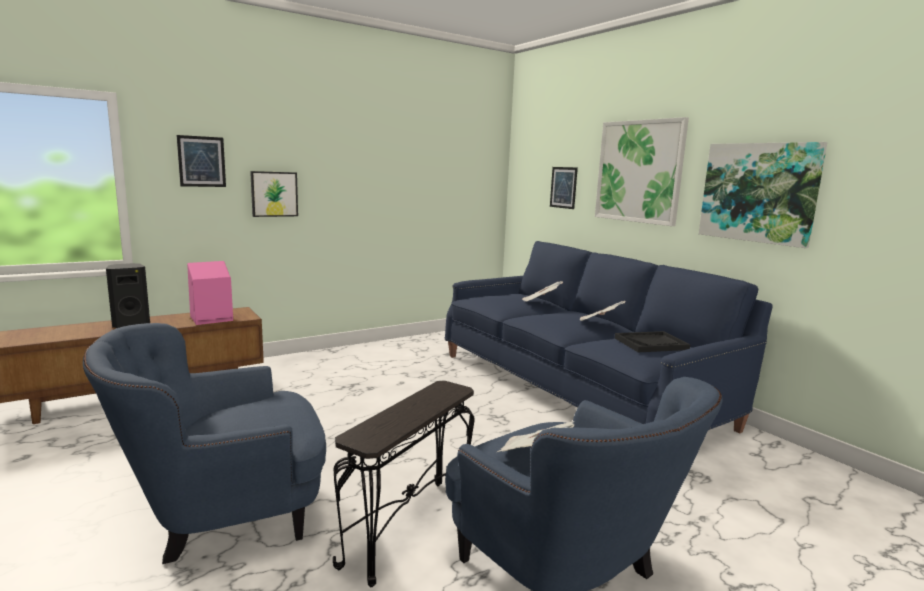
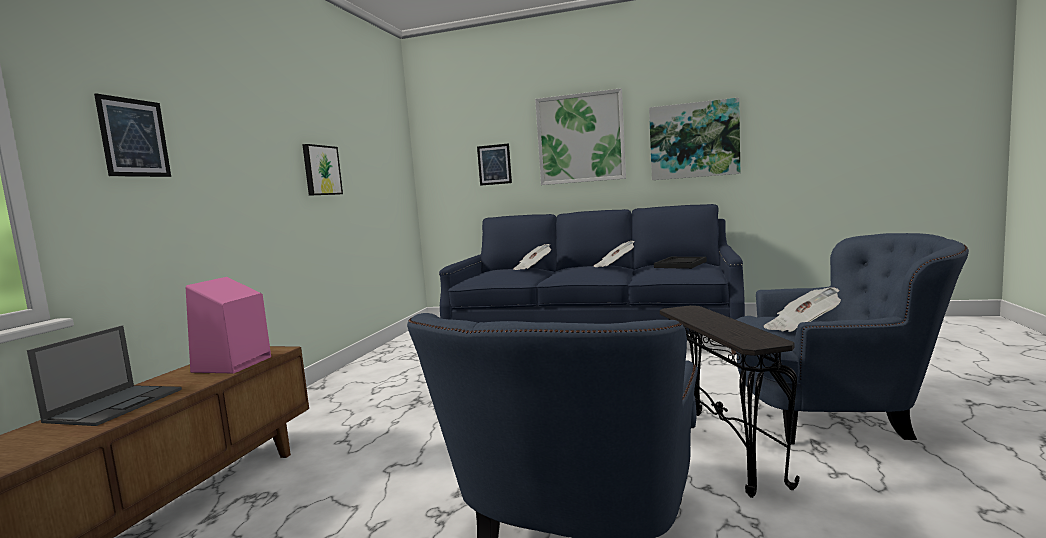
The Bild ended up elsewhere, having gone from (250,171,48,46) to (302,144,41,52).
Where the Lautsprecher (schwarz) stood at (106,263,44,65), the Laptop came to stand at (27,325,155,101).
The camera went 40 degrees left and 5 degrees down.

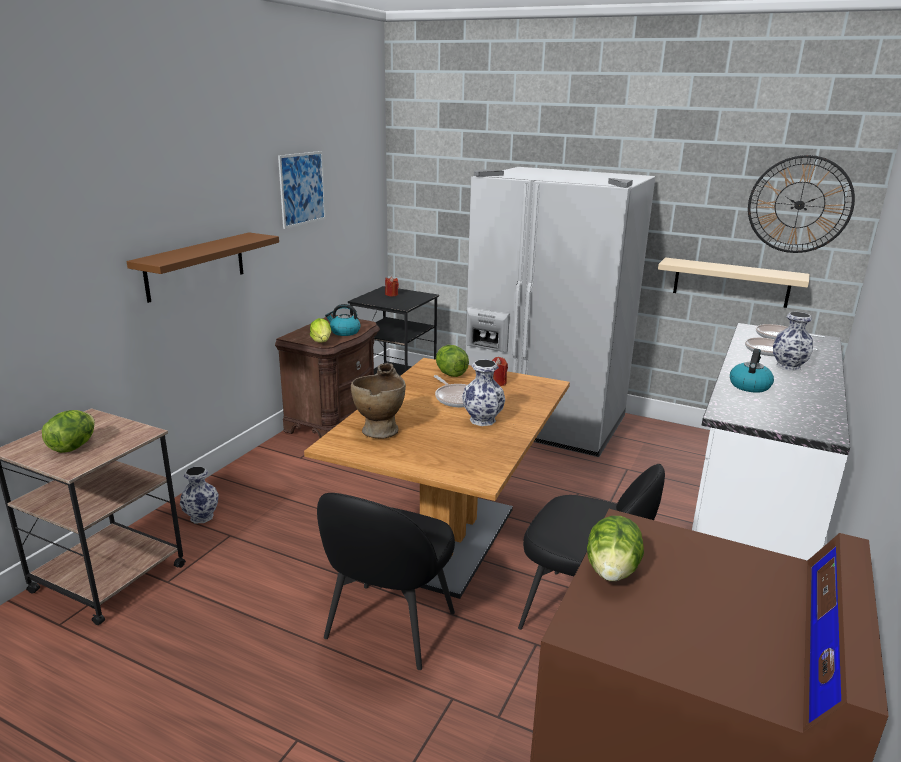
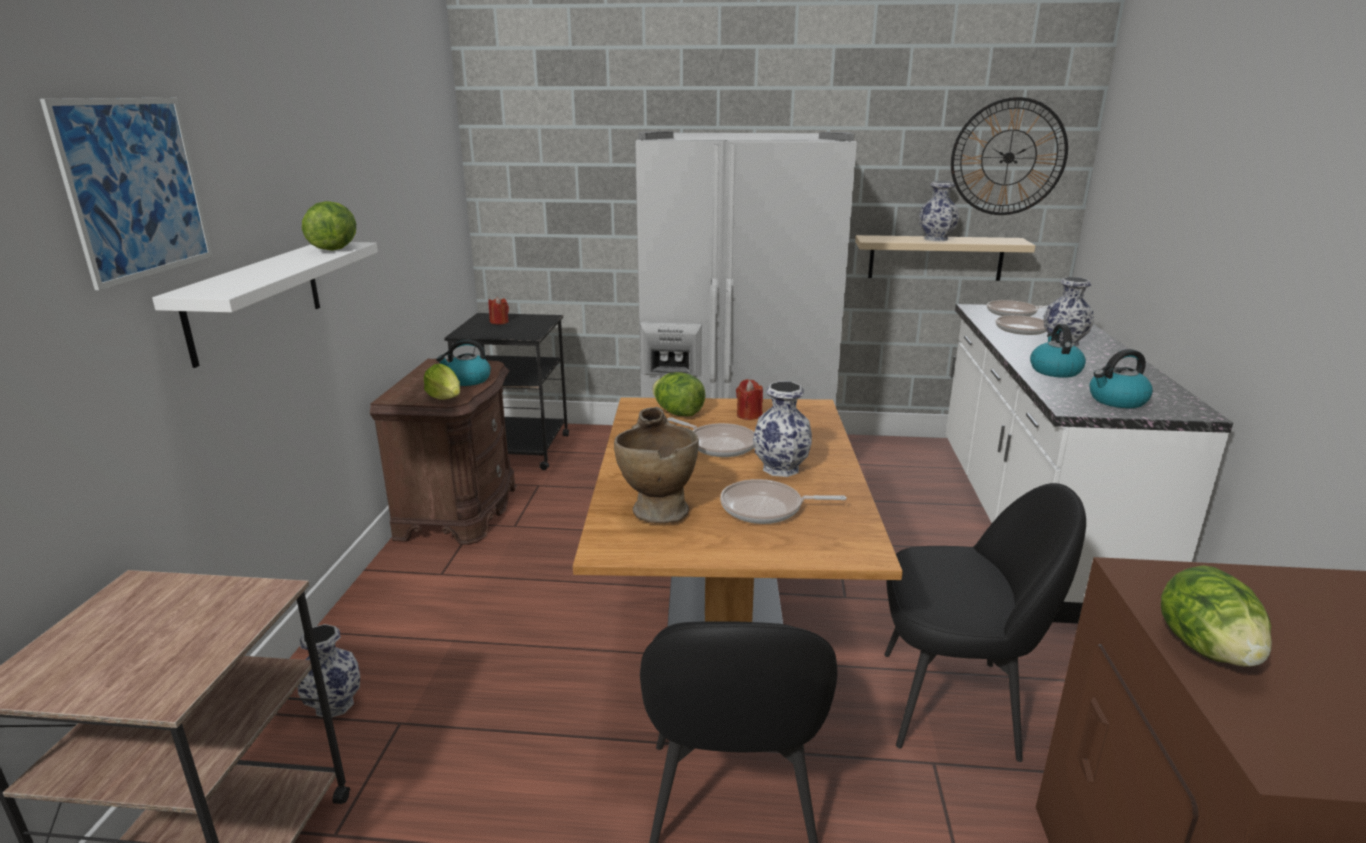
The second view gained the Pfanne at (720,479,127,45).
The second view gained the Vase at (919,181,40,60).
The second view gained the Wasserkessel at (1089,349,64,59).
The Salatkopf ended up elsewhere, having gone from (42,410,53,43) to (302,201,54,50).
The Bild ended up elsewhere, having gone from (278,151,48,78) to (40,98,173,192).
What was the Wandregal (braun) at (127,232,152,71) turned into the Wandregal (weiß) at (152,242,226,126).
The camera went 20 degrees left and 0 degrees up.

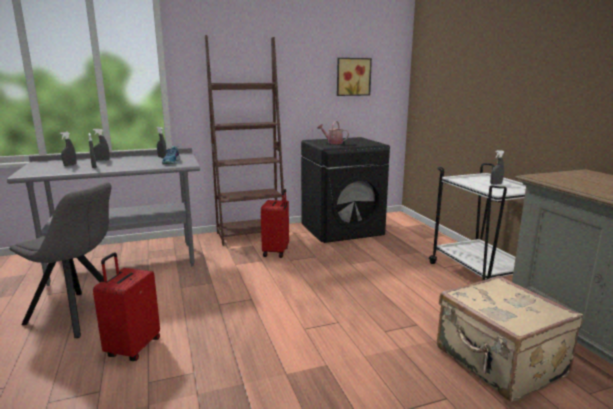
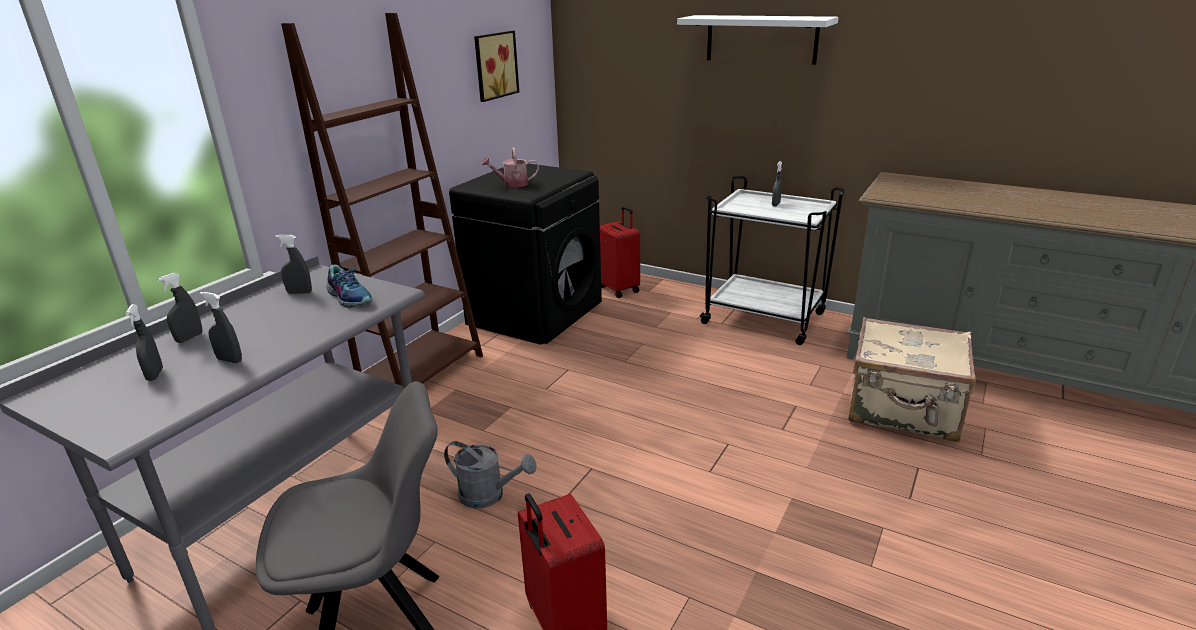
The second view gained the Gießkanne (grau) at (444,441,93,68).
The second view gained the Wandregal (weiß) at (677,15,162,50).
The Koffer (rot) ended up elsewhere, having gone from (261,189,28,69) to (600,206,40,92).
The camera went 40 degrees left and 10 degrees up.

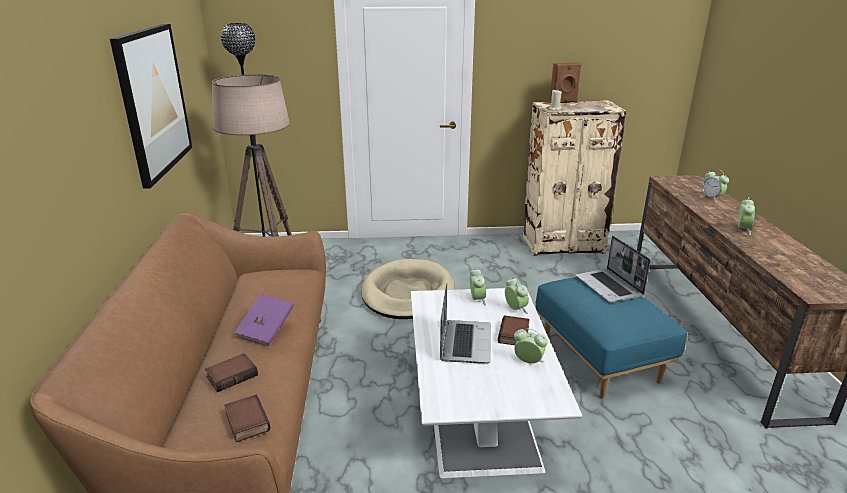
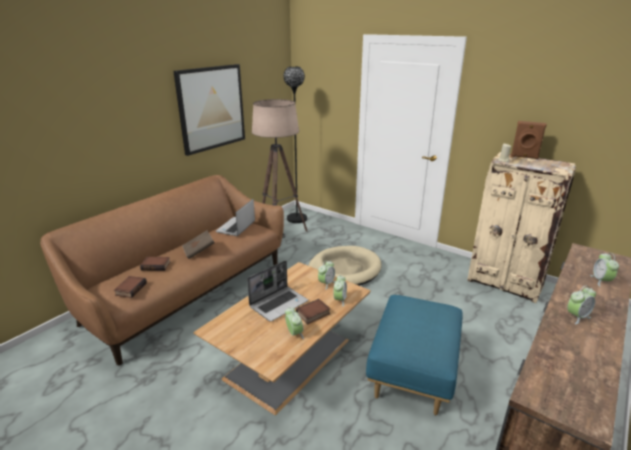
The Laptop ended up elsewhere, having gone from (576,236,74,67) to (215,199,40,37).
What was the Buch (lila) at (234,294,60,52) turned into the Buch (braun) at (182,230,33,29).
What was the Couchtisch (weiß) at (411,288,171,190) turned into the Couchtisch (braun) at (193,262,178,153).
The camera went 40 degrees right and 0 degrees up.

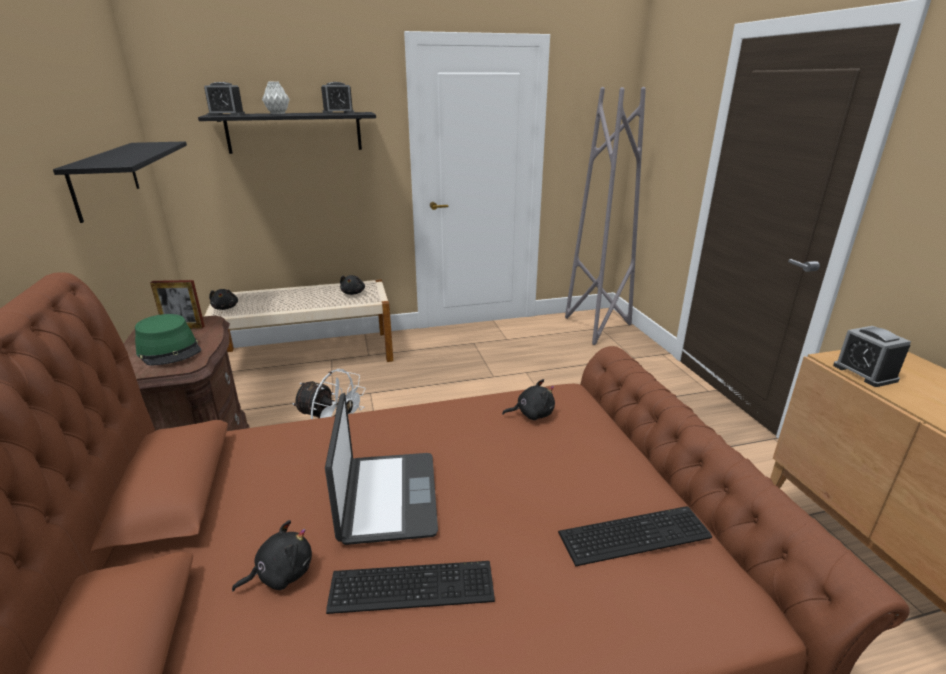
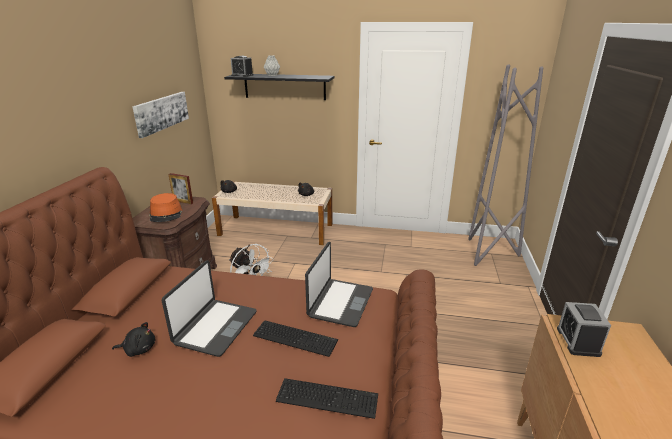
The second view lost the Wecker at (321,82,33,32).
The Tastatur ended up elsewhere, having gone from (326,561,169,53) to (253,320,85,37).
Where the Wandregal (schwarz) hung at (53,141,134,82), the Bild came to hang at (132,92,57,46).
Where the Plüschtier (schwarz) stood at (502,379,53,41), the Laptop came to stand at (305,242,68,85).
What was the Hut (grün) at (135,314,66,52) turned into the Hut (orange) at (149,193,33,29).
The camera went 25 degrees right and 0 degrees up.

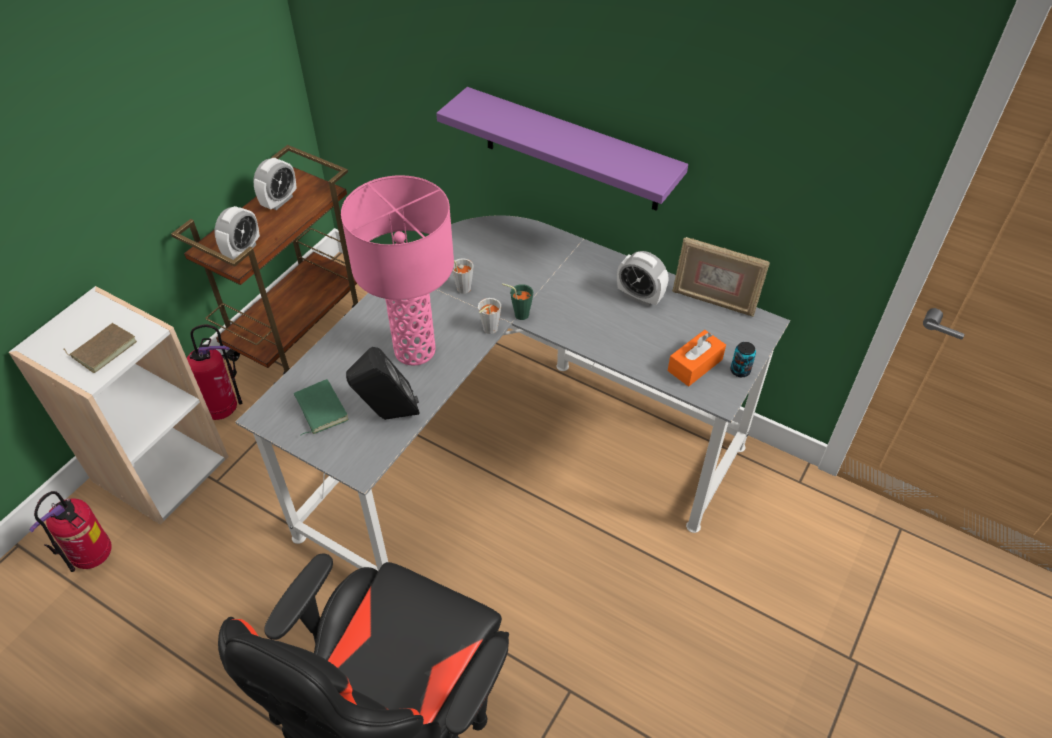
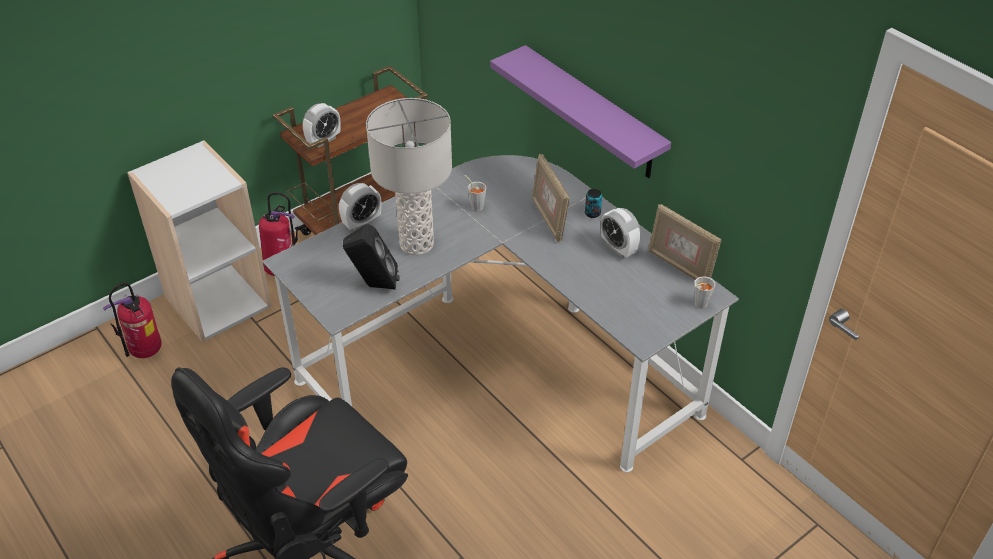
The second view lost the Buch (braun) at (64,323,73,50).
The second view lost the Buch (grün) at (294,379,55,57).
The second view lost the Tasse (grün) at (502,283,31,37).
The second view lost the Taschentuchbox (orange) at (668,330,58,56).
The second view gained the Bilderrahmen at (532,154,38,89).
The Wecker ended up elsewhere, having gone from (253,158,44,52) to (339,183,43,48).
The Tasse (grau) ended up elsewhere, having gone from (478,298,23,36) to (694,276,22,33).
The Dose ended up elsewhere, having gone from (730,342,26,35) to (585,189,17,29).
What was the Tischlampe (rosa) at (341,175,113,190) turned into the Tischlampe (weiß) at (366,98,86,157).
The camera went 20 degrees right and 5 degrees down.

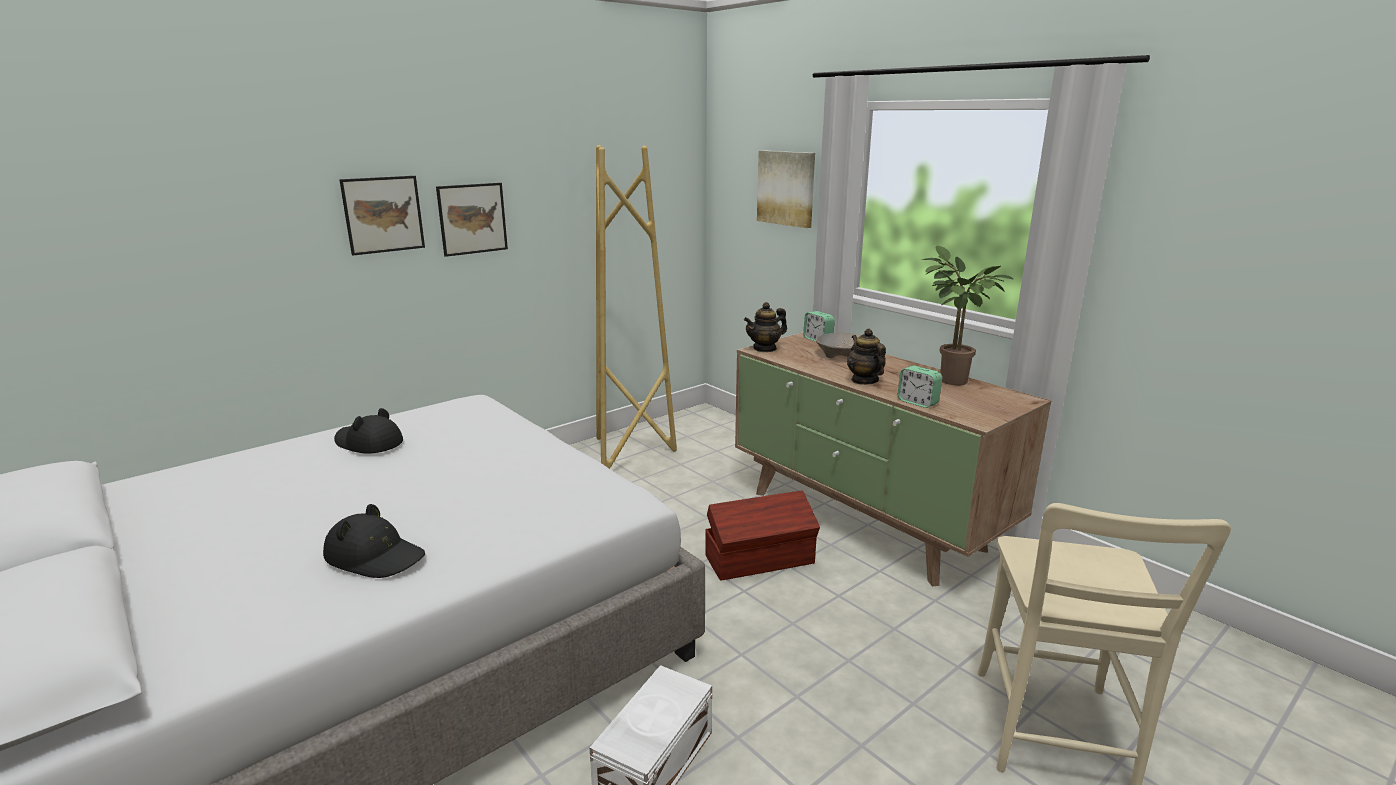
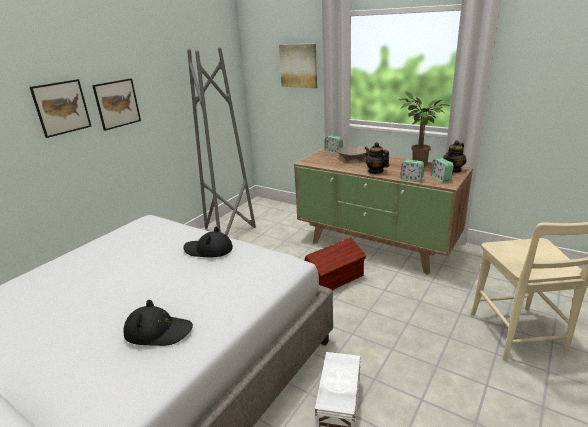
The second view gained the Wecker at (431,158,23,24).
The Hut (schwarz) ended up elsewhere, having gone from (334,408,69,45) to (183,227,50,30).
The Teekanne ended up elsewhere, having gone from (744,302,43,50) to (443,140,24,33).
What was the Kleiderständer (gelb) at (596,145,81,324) turned into the Kleiderständer (grau) at (187,47,69,189).
The camera went 15 degrees left and 5 degrees up.

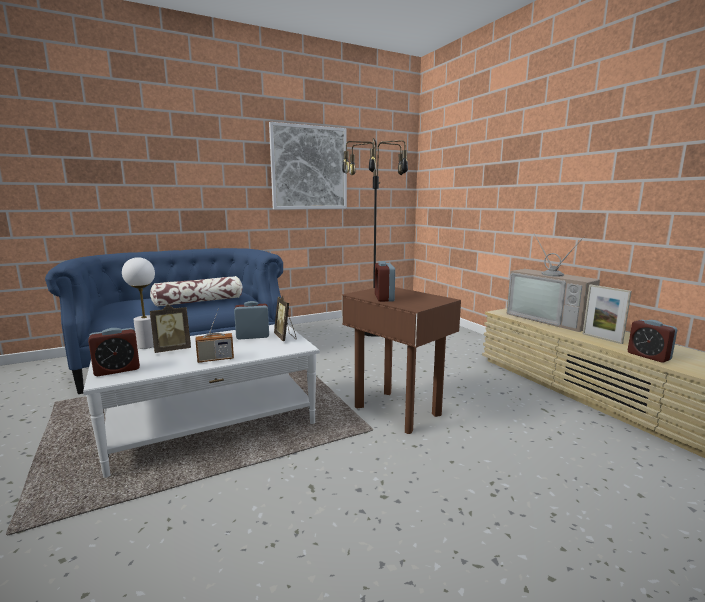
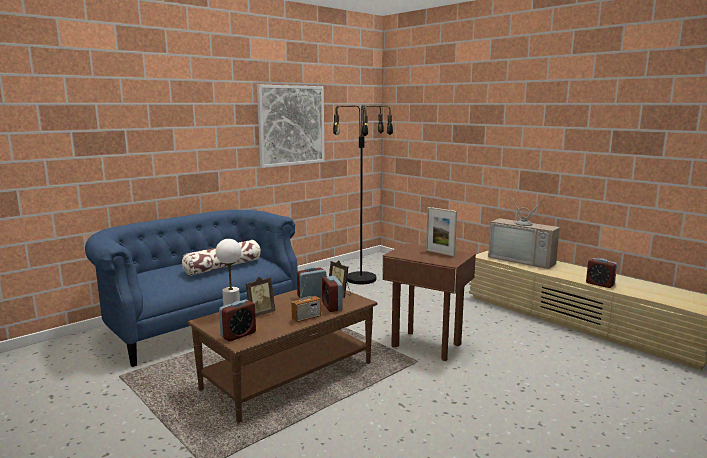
The Wecker ended up elsewhere, having gone from (375,261,20,41) to (322,276,21,36).
The Bilderrahmen ended up elsewhere, having gone from (582,284,50,60) to (426,207,31,49).
What was the Couchtisch (weiß) at (83,324,237,154) turned into the Couchtisch (braun) at (188,290,189,133).
The camera went 15 degrees left and 0 degrees up.

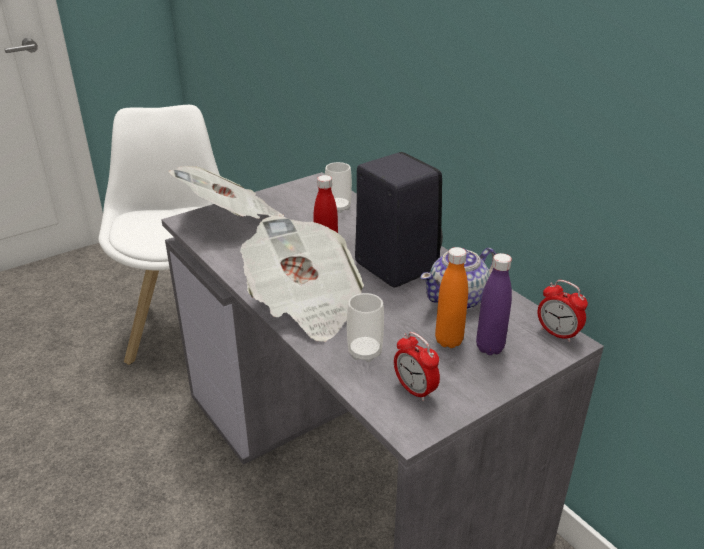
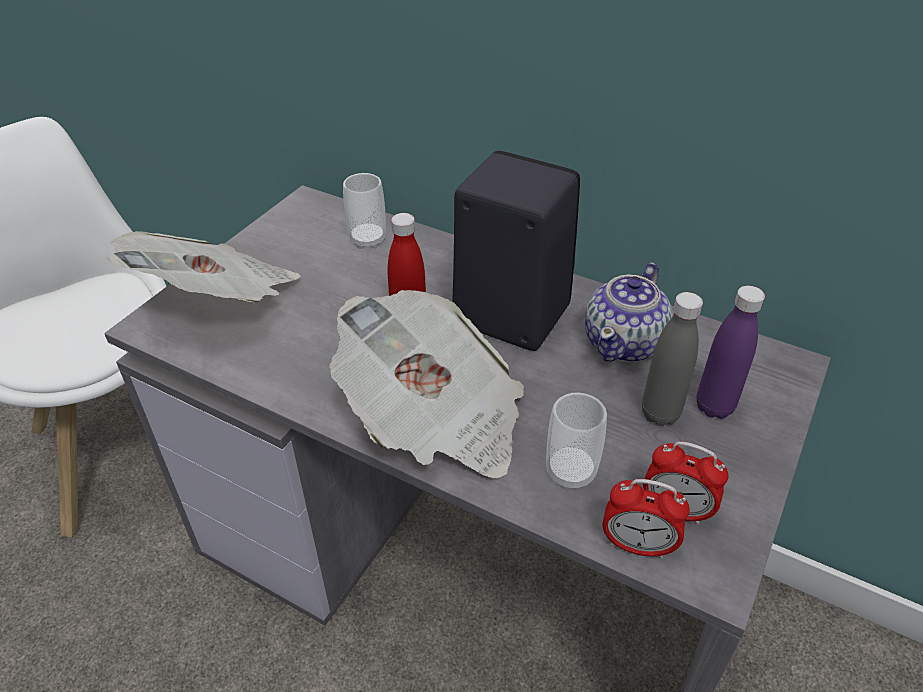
The Wecker ended up elsewhere, having gone from (537,280,51,62) to (603,479,87,80).
What was the Flasche (orange) at (435,247,33,101) turned into the Flasche (grau) at (642,292,61,134).
The camera went 25 degrees left and 10 degrees up.

